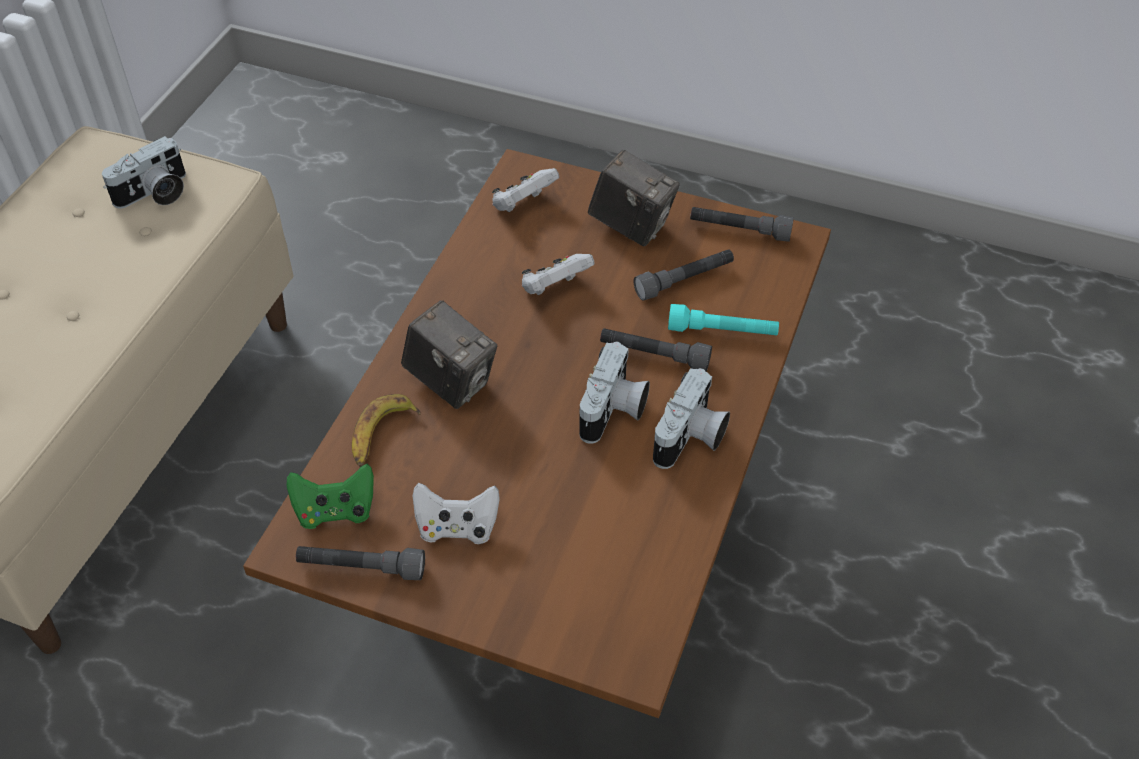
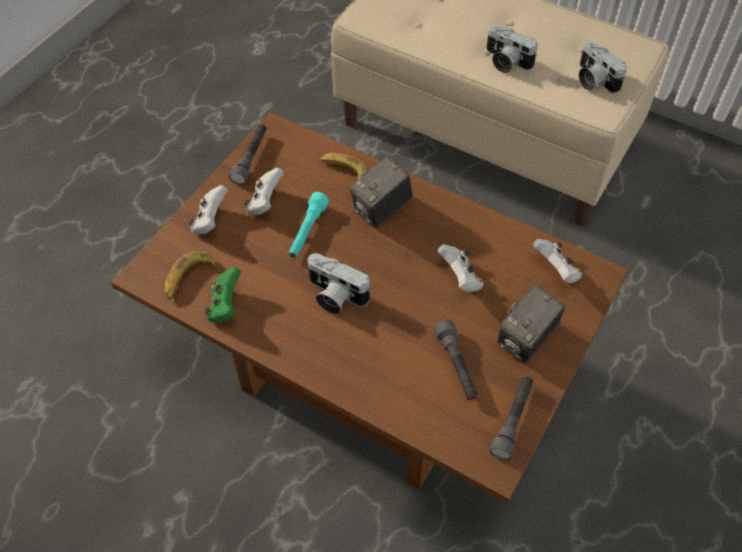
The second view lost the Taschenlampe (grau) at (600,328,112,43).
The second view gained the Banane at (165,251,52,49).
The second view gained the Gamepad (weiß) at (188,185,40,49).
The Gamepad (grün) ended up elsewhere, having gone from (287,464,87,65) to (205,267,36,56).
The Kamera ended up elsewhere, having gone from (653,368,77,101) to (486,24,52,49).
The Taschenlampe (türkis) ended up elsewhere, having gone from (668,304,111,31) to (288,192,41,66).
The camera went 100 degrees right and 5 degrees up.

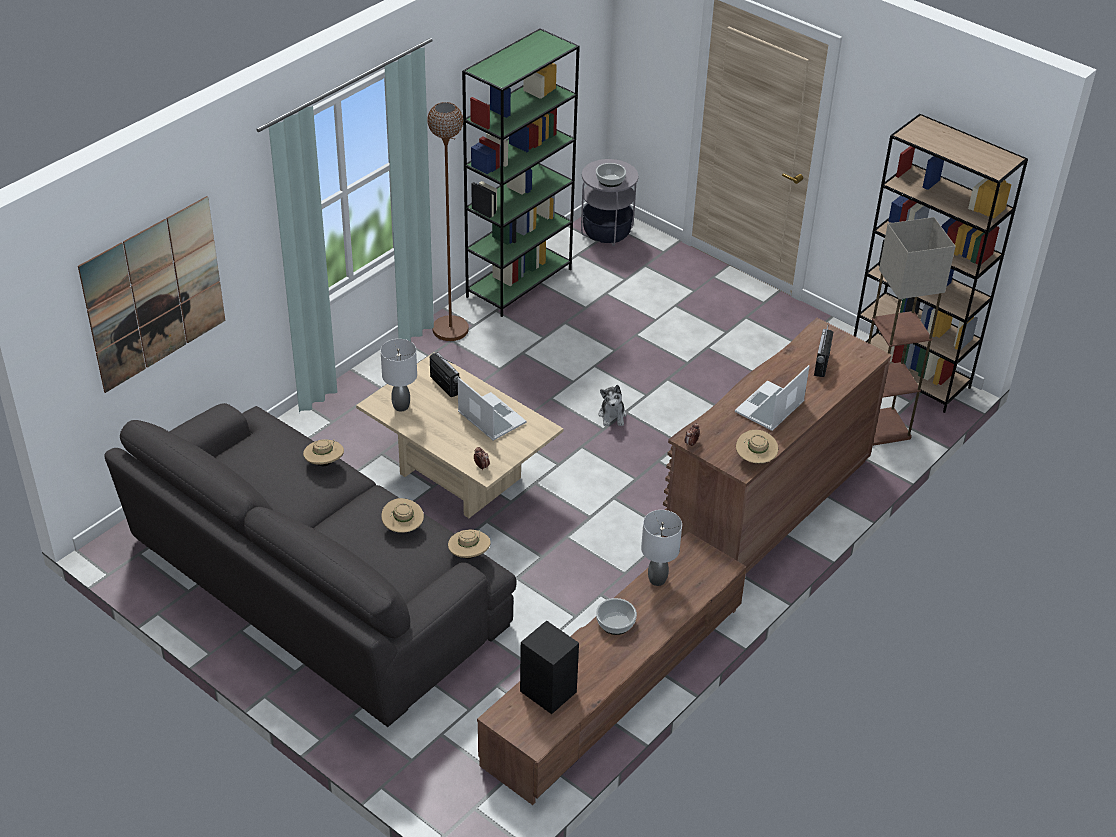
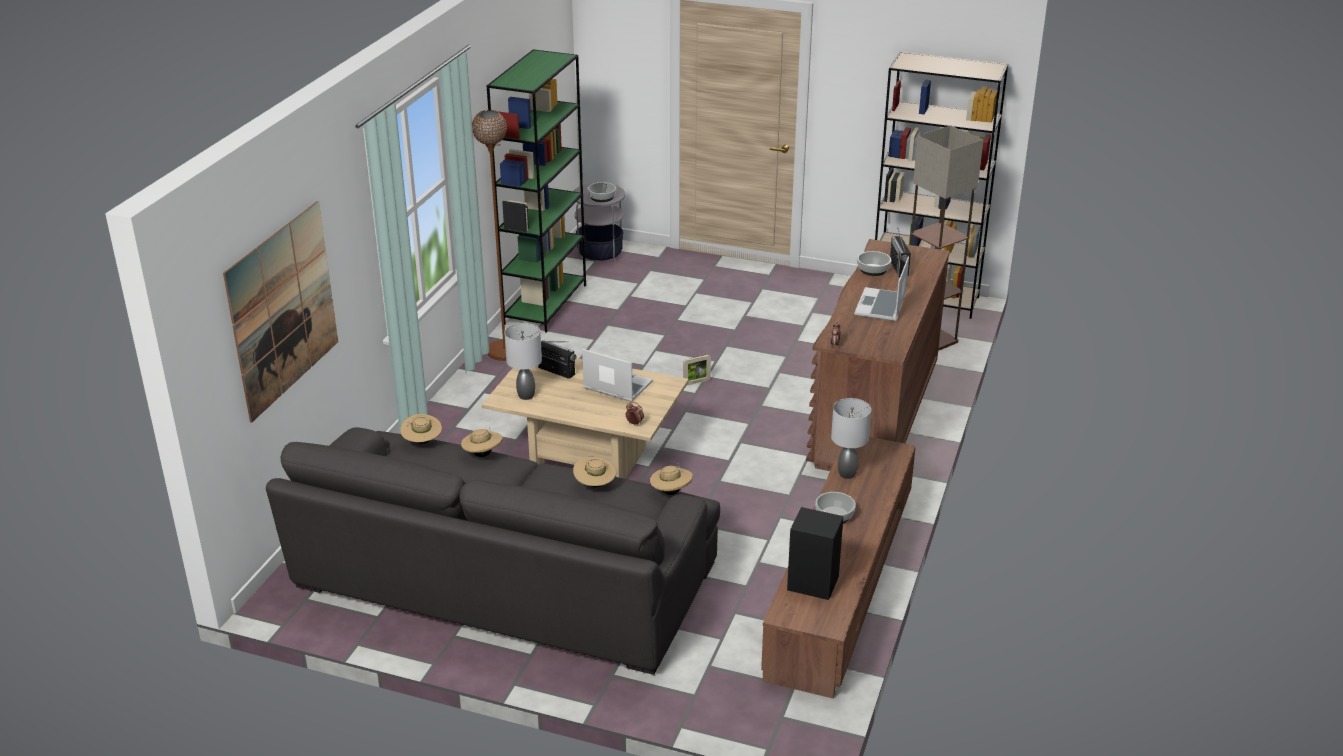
The second view gained the Schüssel at (857,251,34,25).
The Hut (beige) ended up elsewhere, having gone from (736,430,42,33) to (400,414,42,30).
Where the Plüschtier stood at (599,385,28,41), the Bilderrahmen came to stand at (683,354,28,32).
The camera went 20 degrees left and 10 degrees down.

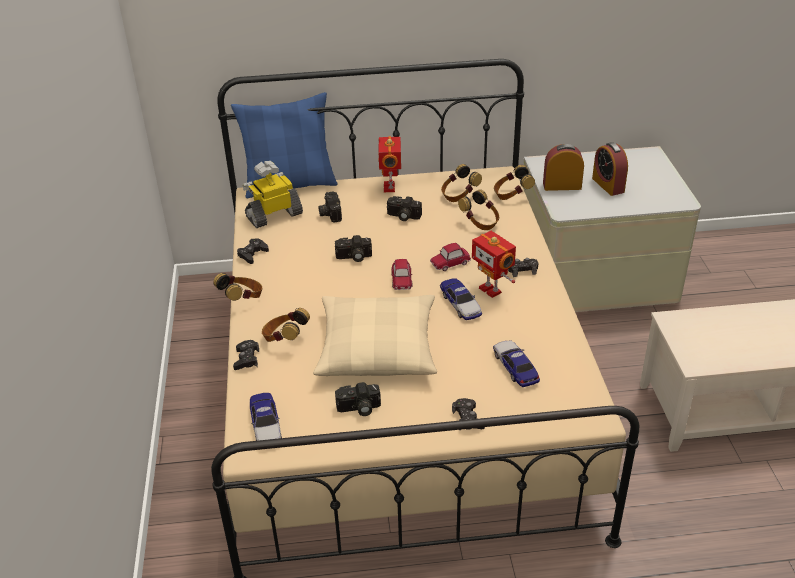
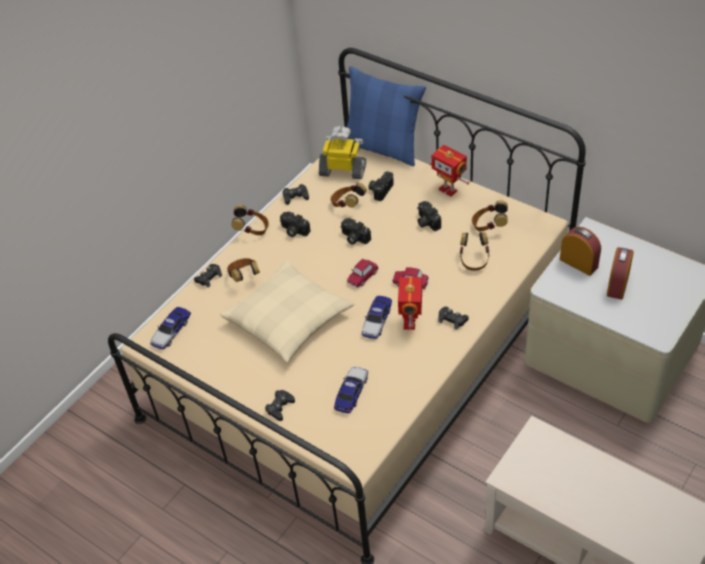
The Kamera ended up elsewhere, having gone from (335,382,46,34) to (280,211,31,26).
The Kopfhörer ended up elsewhere, having gone from (494,165,41,35) to (330,183,37,24).
The Spielzeugroboter at (378,136,23,56) ended up facing another way, 90 degrees counterclockwise from before.
The camera went 45 degrees right and 10 degrees up.

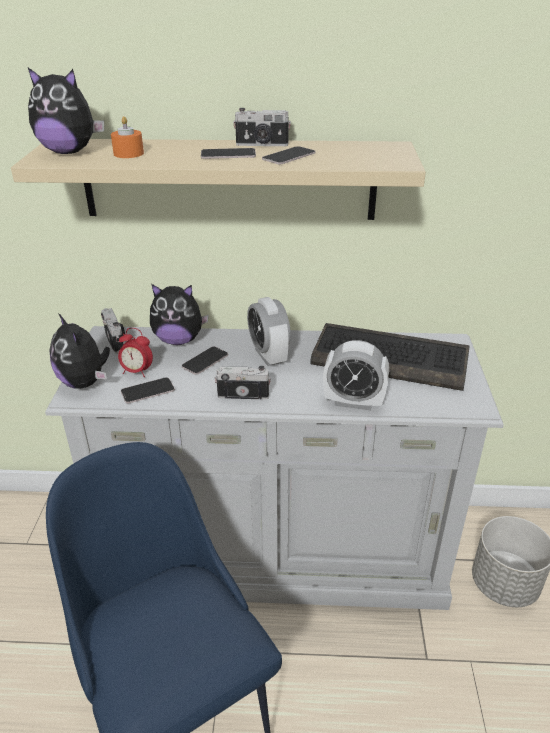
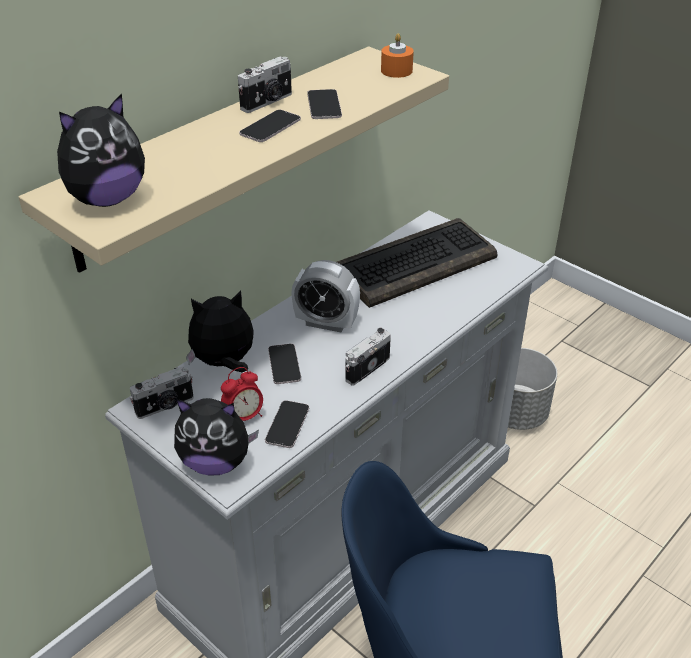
The second view lost the Wecker at (323,340,66,70).
The Kerze (orange) ended up elsewhere, having gone from (111,116,33,42) to (381,33,33,45).
The Kamera at (101,308,24,46) ended up facing another way, 135 degrees clockwise from before.
The Plüschtier at (150,284,59,61) ended up facing another way, 150 degrees counterclockwise from before.
The camera went 50 degrees left and 5 degrees up.

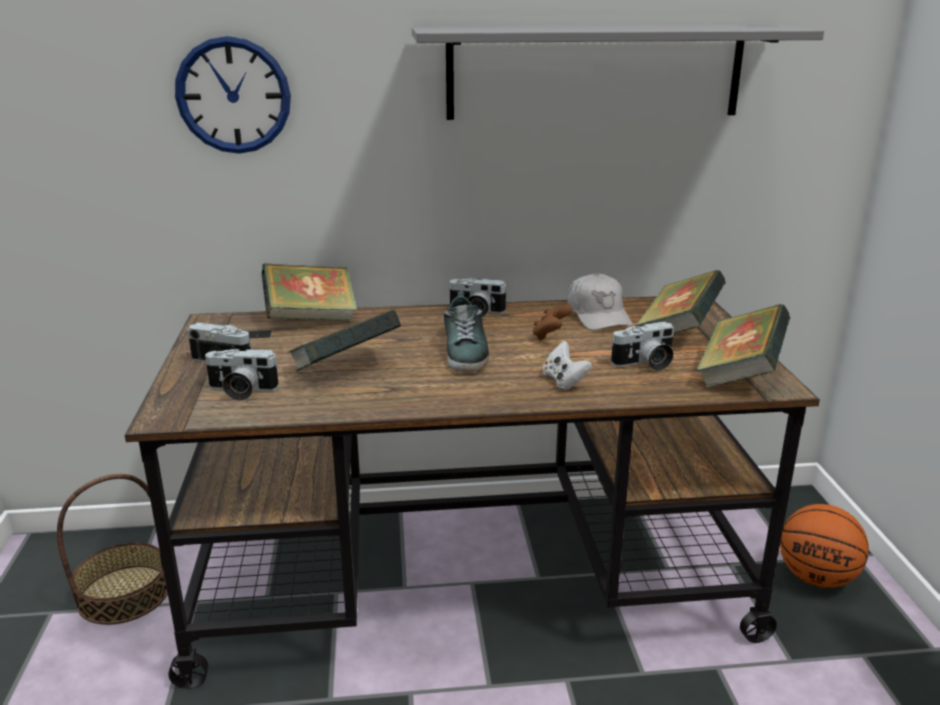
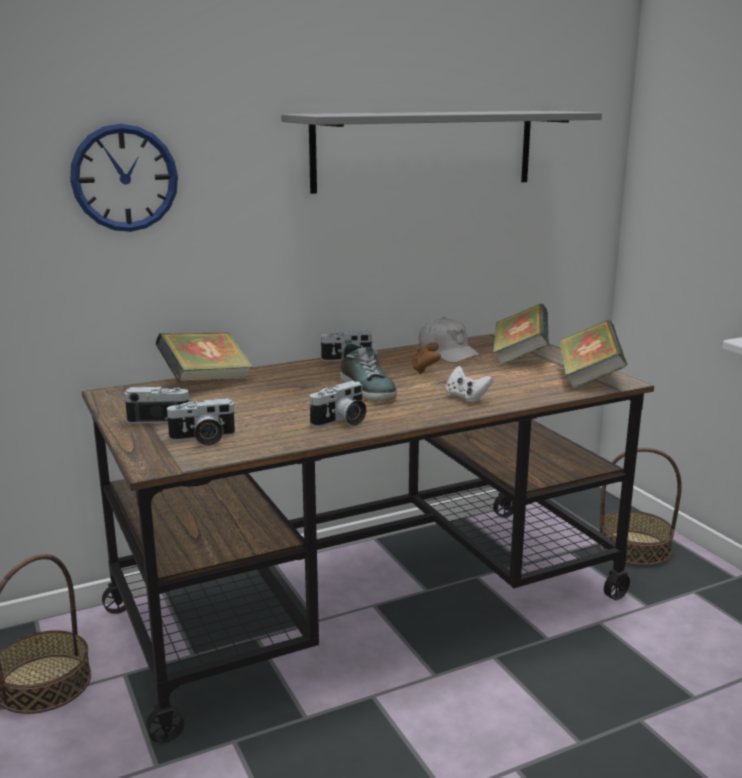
The second view lost the Buch at (287,310,114,61).
The Kamera ended up elsewhere, having gone from (611,322,63,49) to (309,381,58,46).
Where the Basketball stood at (780,504,89,84), the Korb came to stand at (599,448,83,118).
The camera went 20 degrees left and 5 degrees down.

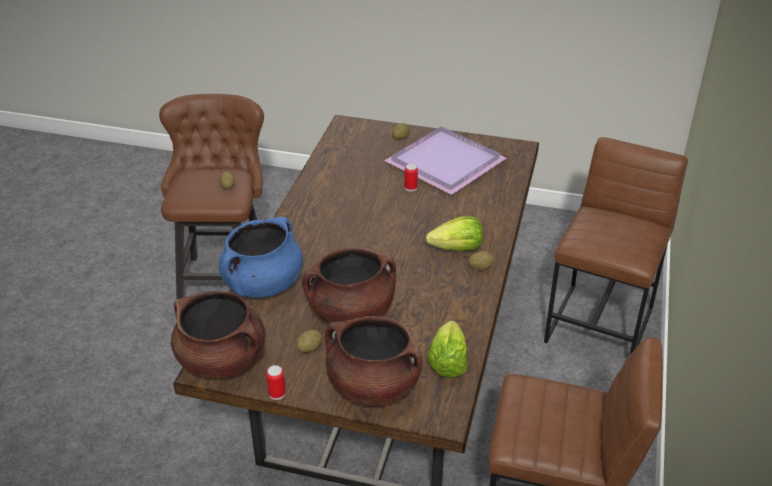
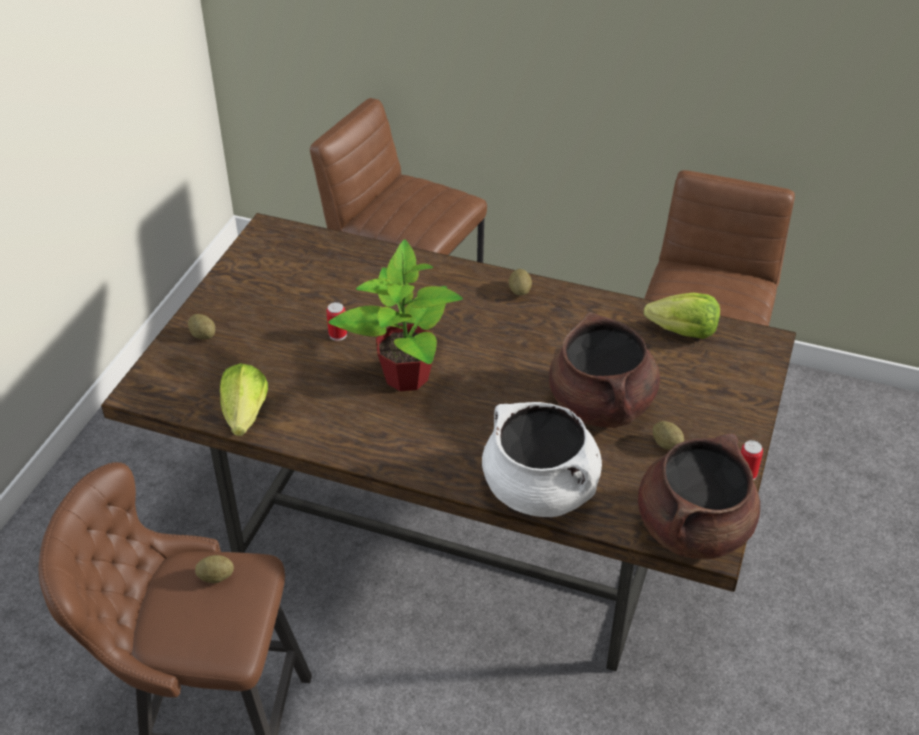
The second view lost the Kochtopf (braun) at (325,316,97,91).
The second view lost the Tablett (lila) at (385,126,121,69).
The second view gained the Topfpflanze at (328,239,135,152).
The Salatkopf ended up elsewhere, having gone from (426,216,57,35) to (220,363,48,73).
What was the Kochtopf (blau) at (219,217,84,81) turned into the Kochtopf (weiß) at (482,402,120,115).
The camera went 85 degrees left and 5 degrees up.

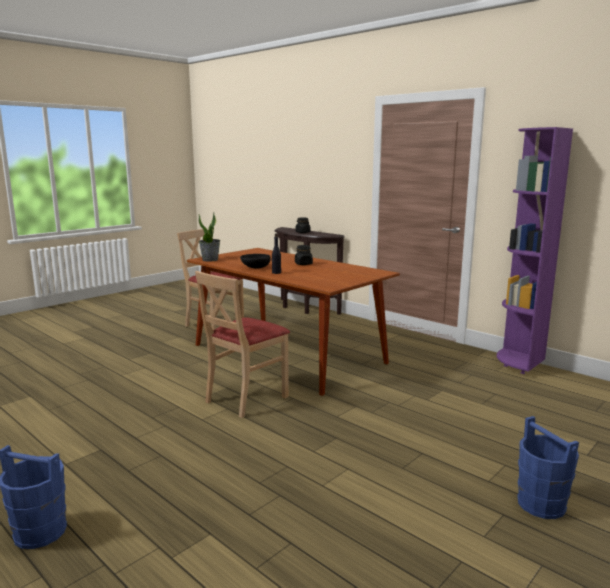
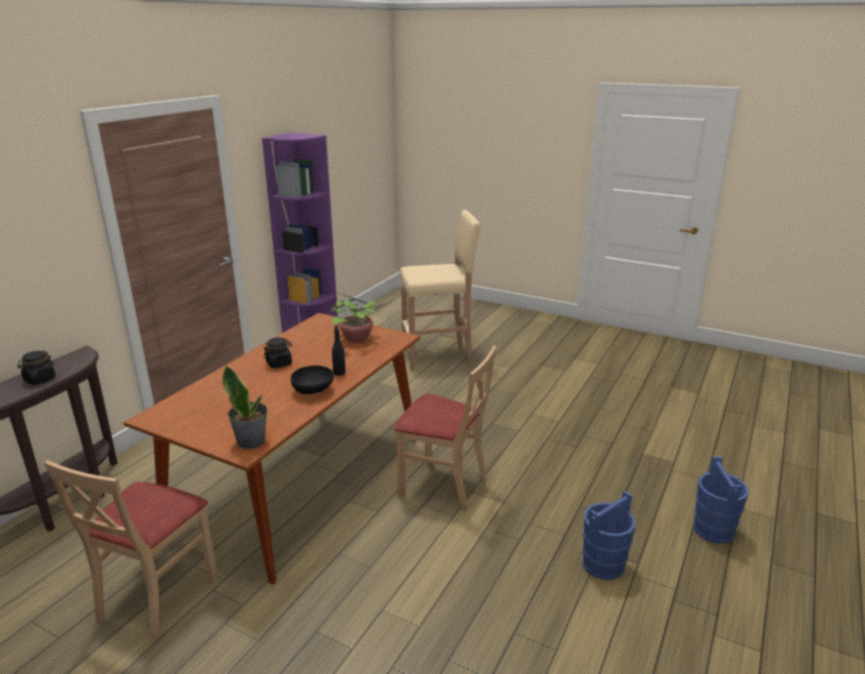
The second view gained the Topfpflanze at (325,292,60,51).
The second view gained the Hocker (beige) at (400,210,81,160).
The Eimer (blau) ended up elsewhere, having gone from (517,416,62,103) to (582,490,53,90).
The camera went 105 degrees left and 10 degrees up.

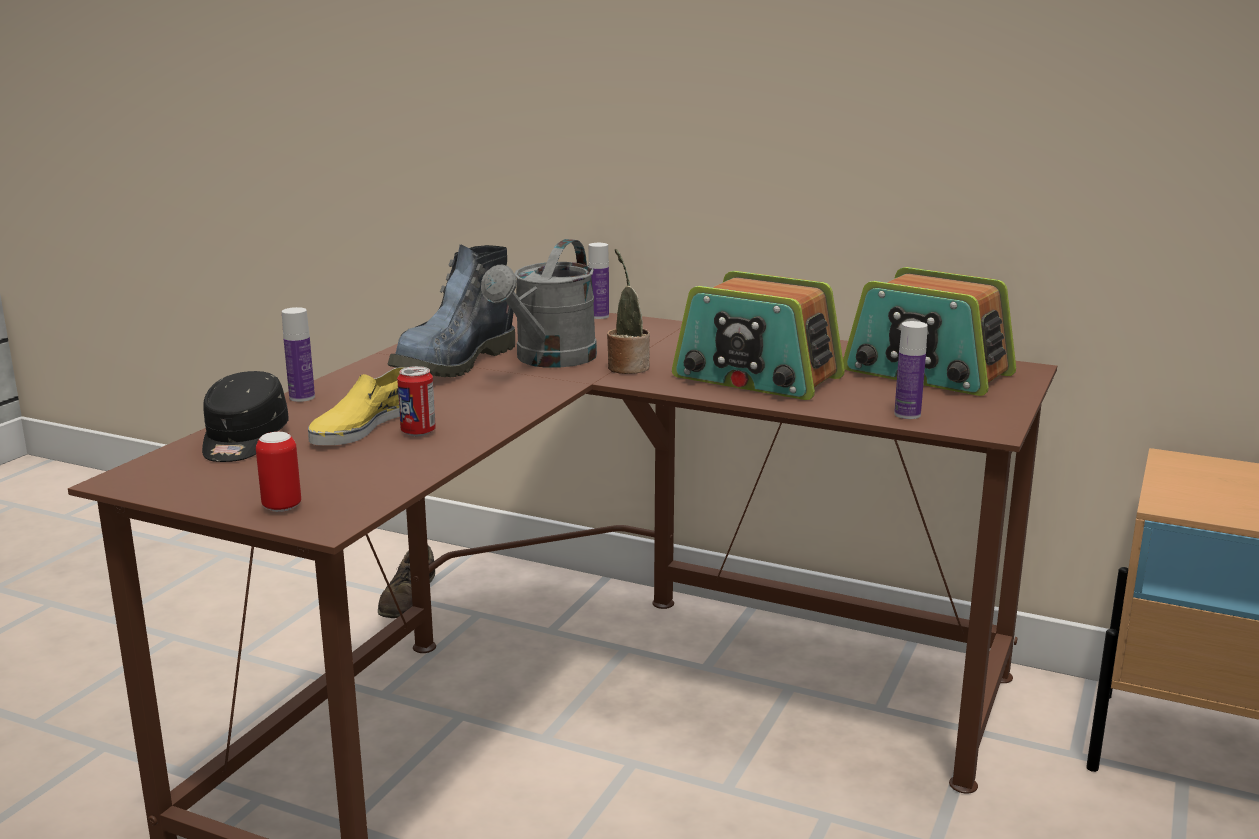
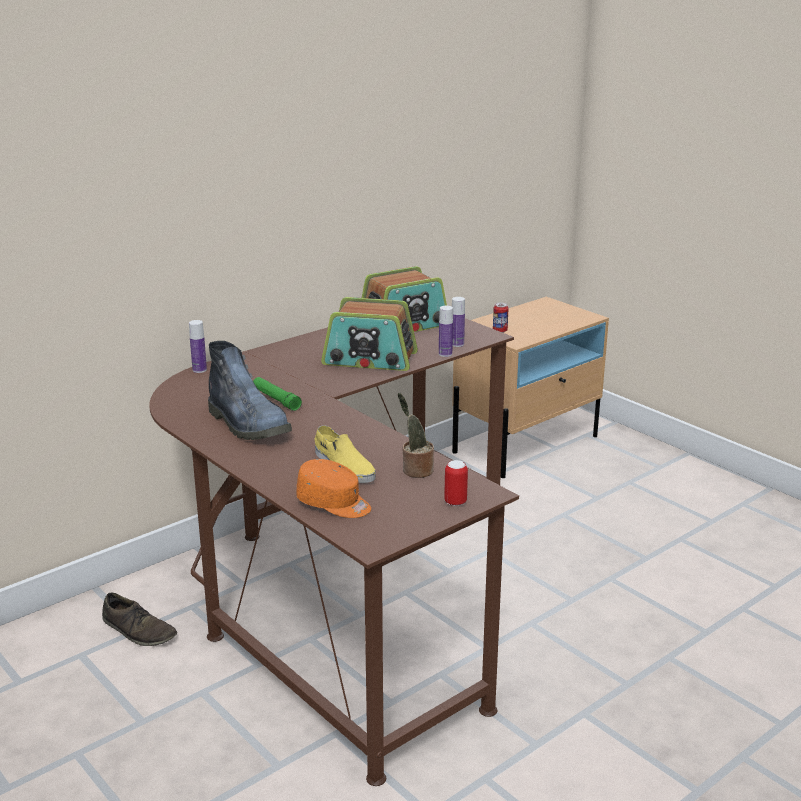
The Flasche ended up elsewhere, having gone from (282,307,33,95) to (439,306,14,51).
The Dose ended up elsewhere, having gone from (397,366,39,70) to (493,303,16,30).
The Topfpflanze ended up elsewhere, having gone from (607,249,43,125) to (398,393,36,85).
Where the Gießkanne (grau) stood at (481,239,116,129), the Taschenlampe (grün) came to stand at (253,377,49,34).
What was the Kappe (schwarz) at (202,371,87,91) turned into the Kappe (orange) at (296,459,75,59).
The Radio at (672,271,173,129) ended up facing another way, 45 degrees clockwise from before.
The camera went 65 degrees left and 5 degrees up.

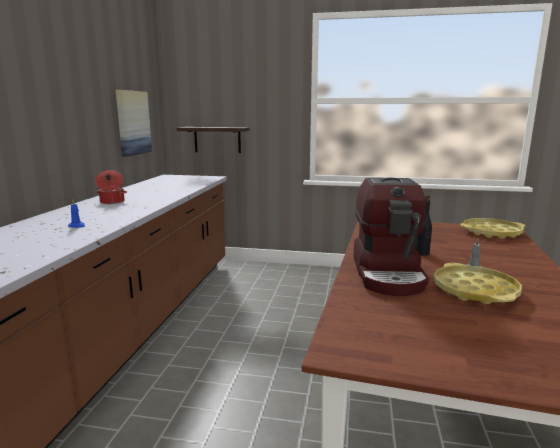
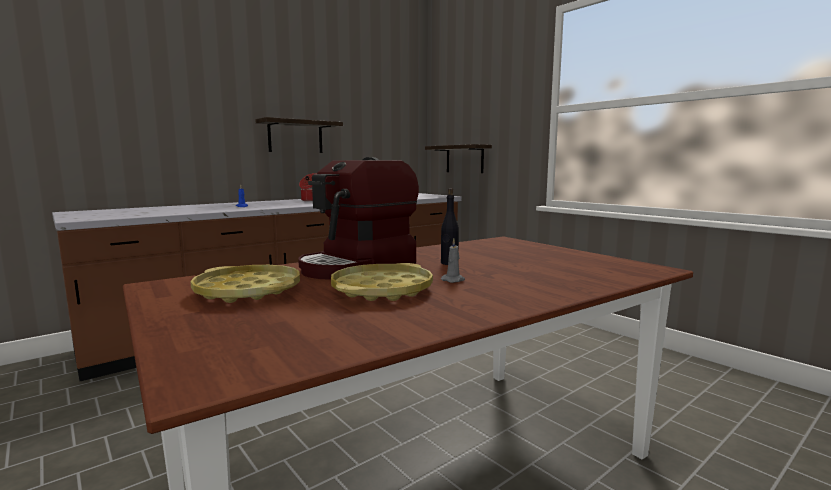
The second view lost the Bild at (115,90,37,67).
The second view gained the Wandregal at (255,117,88,36).
The Tablett (gelb) ended up elsewhere, having gone from (460,218,65,21) to (190,265,110,38).
The camera went 40 degrees right and 5 degrees down.

